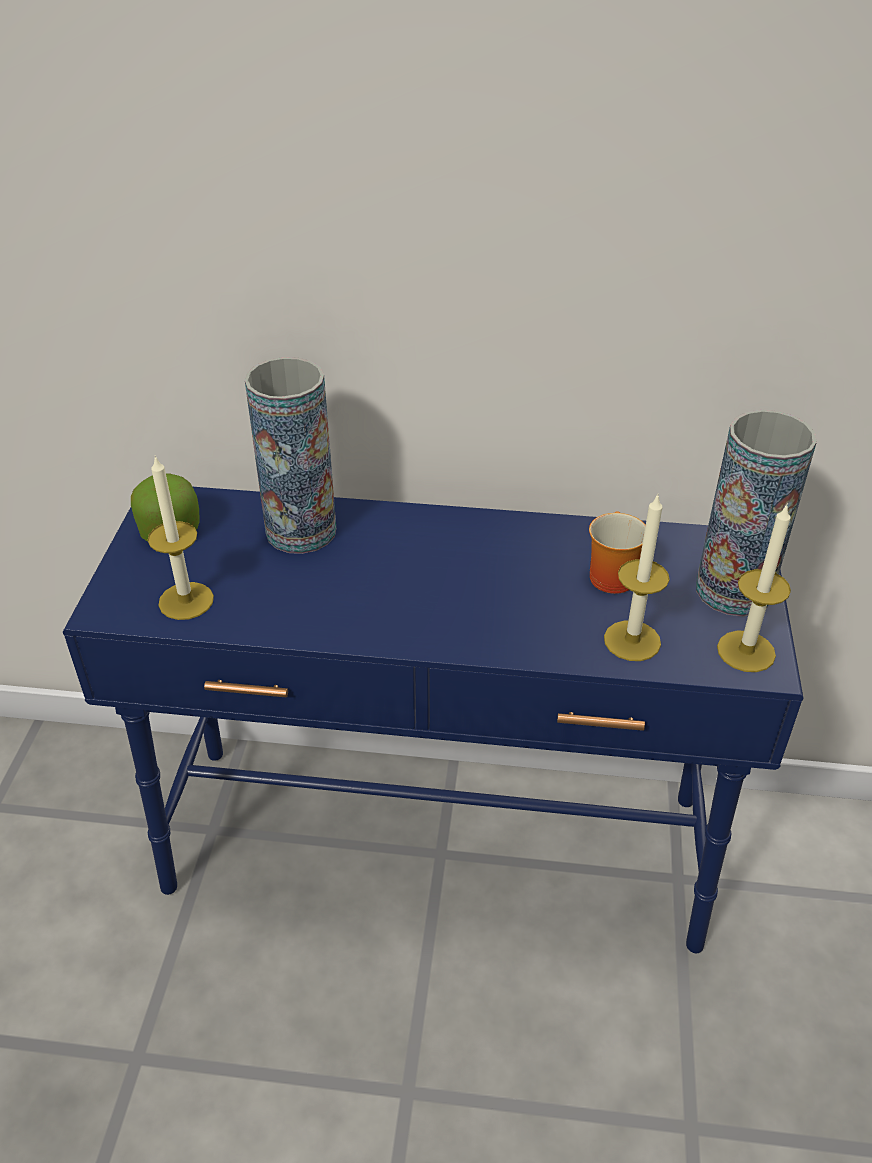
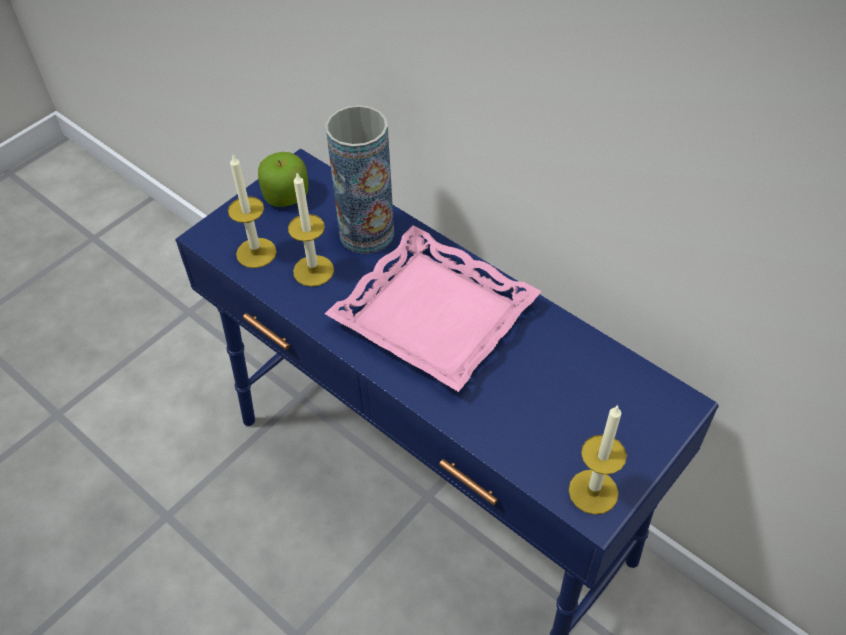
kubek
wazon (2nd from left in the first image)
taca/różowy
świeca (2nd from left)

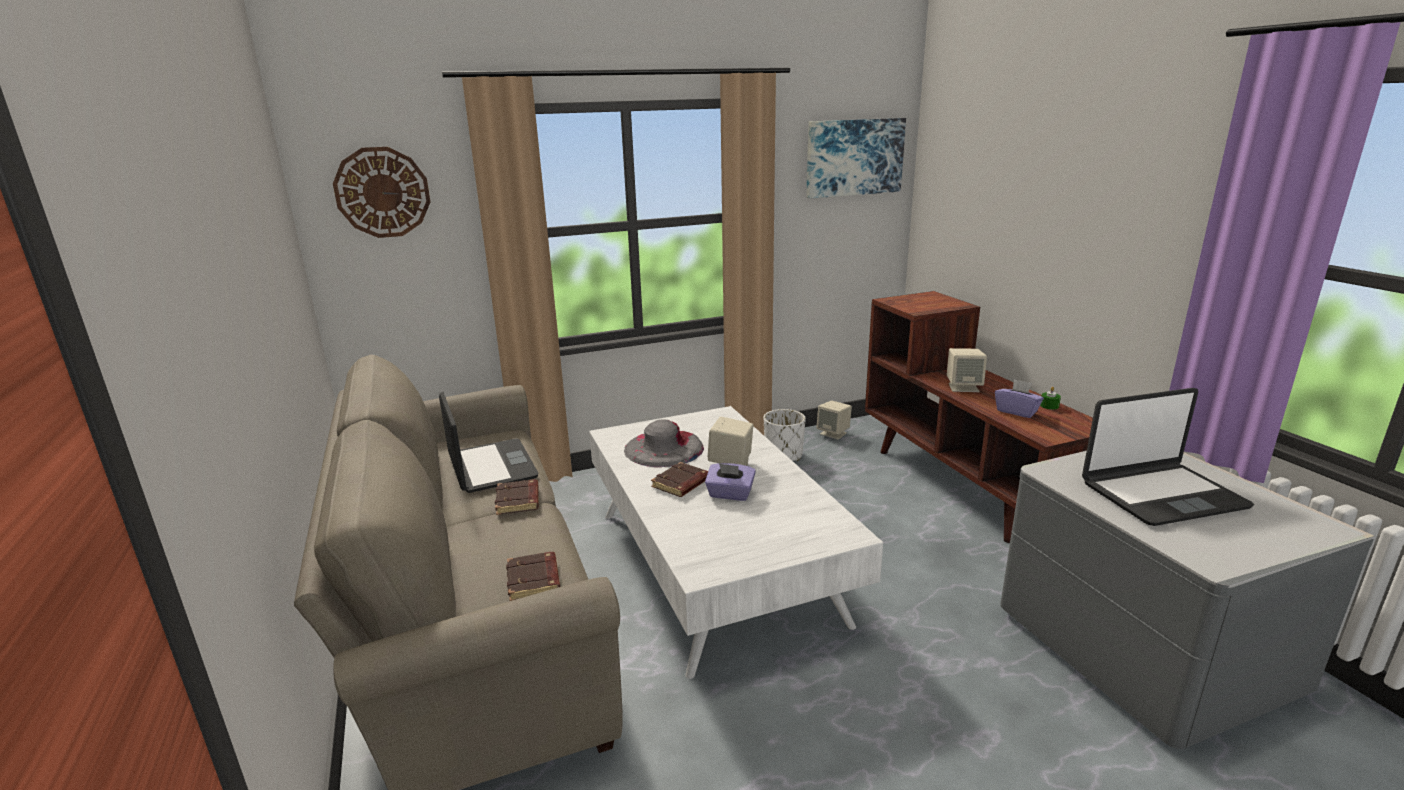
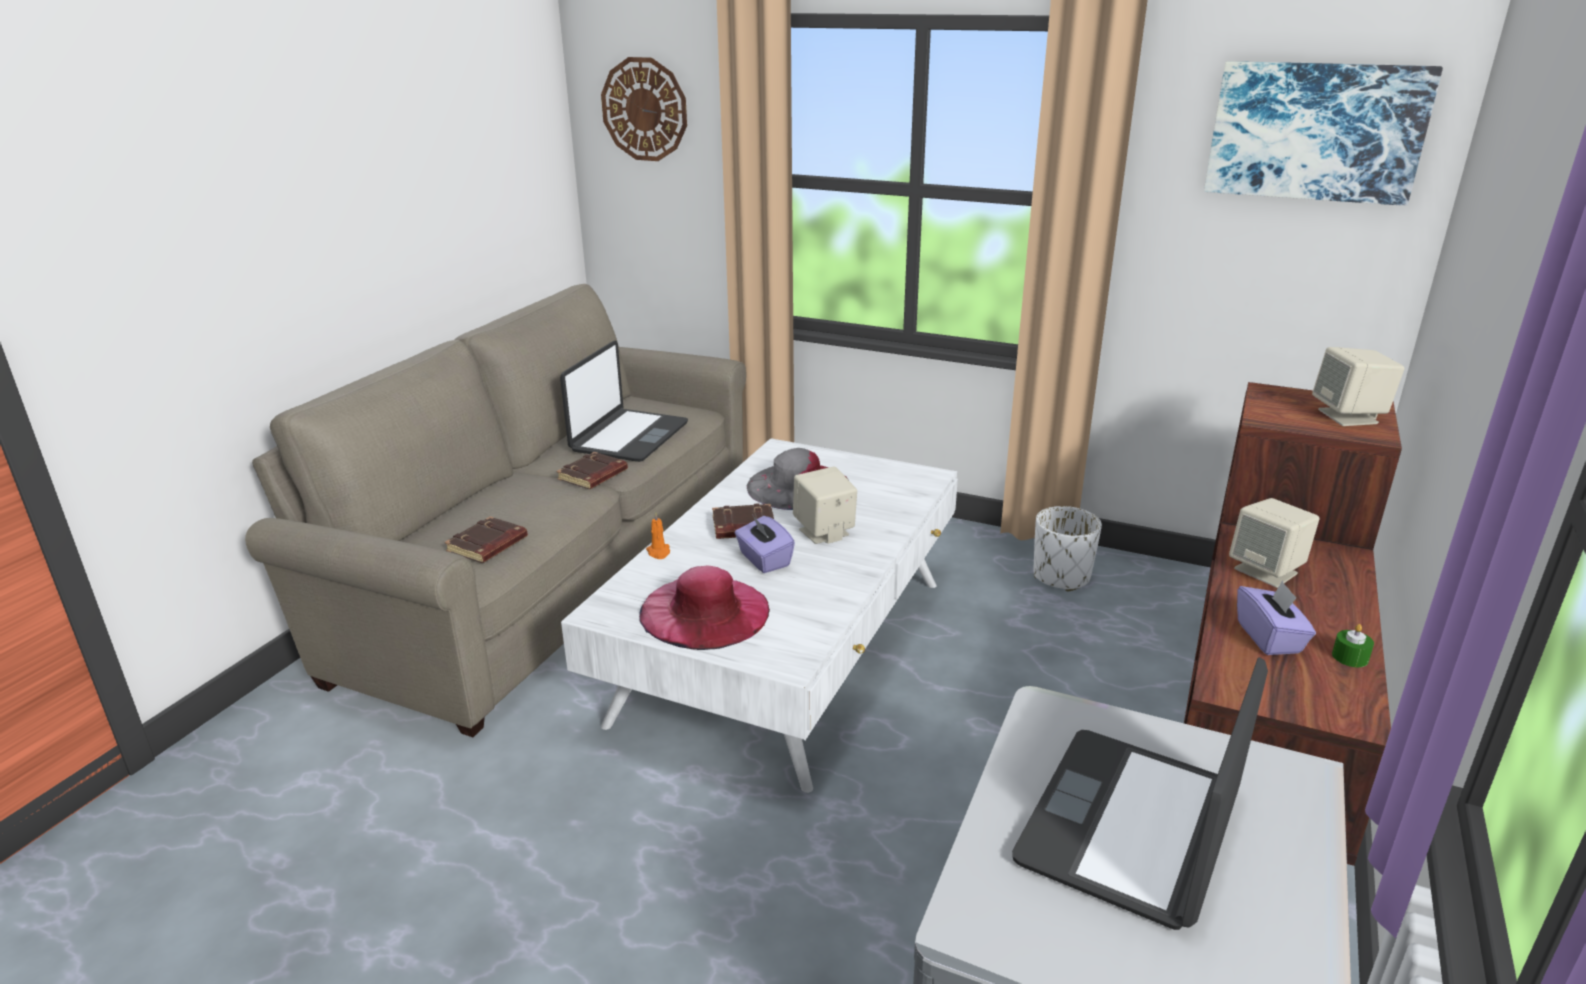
kapelusz/różowy
świeca/pomarańczowy
głośnik/beżowy (3rd from left)
laptop (2nd from left)

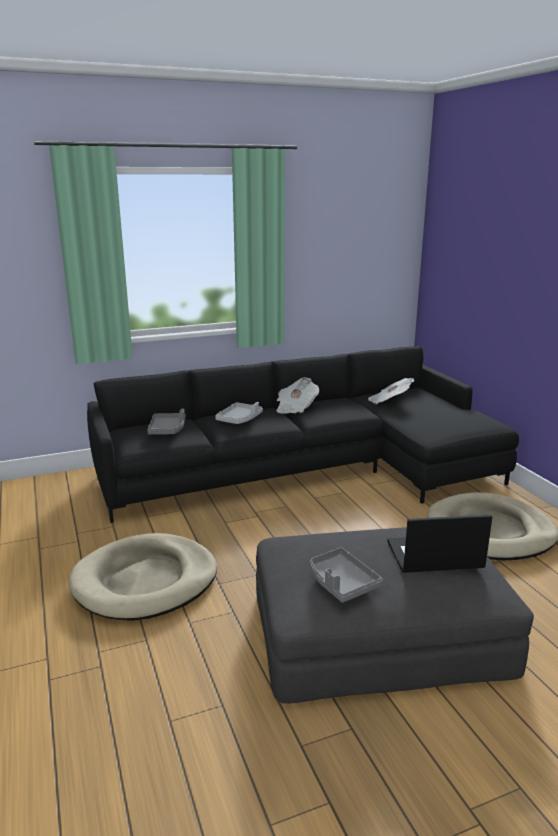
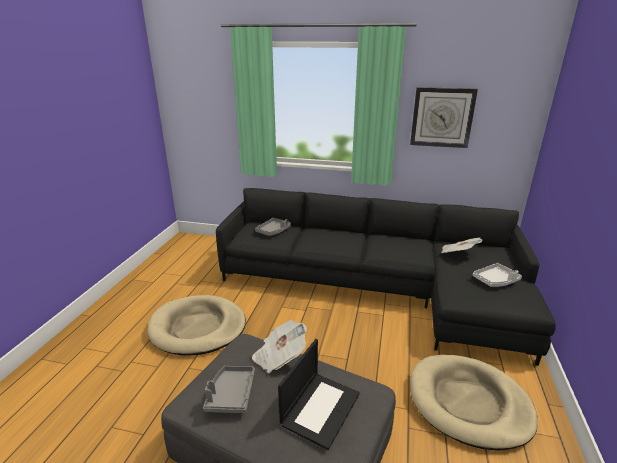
zegar ścienny
taca/szary (3rd from left)
gazeta (1st from left)
laptop

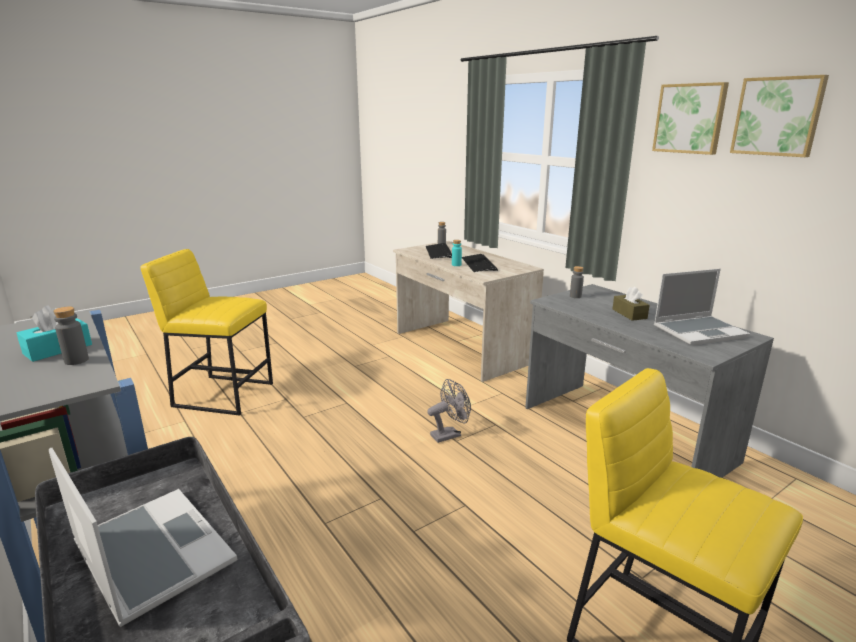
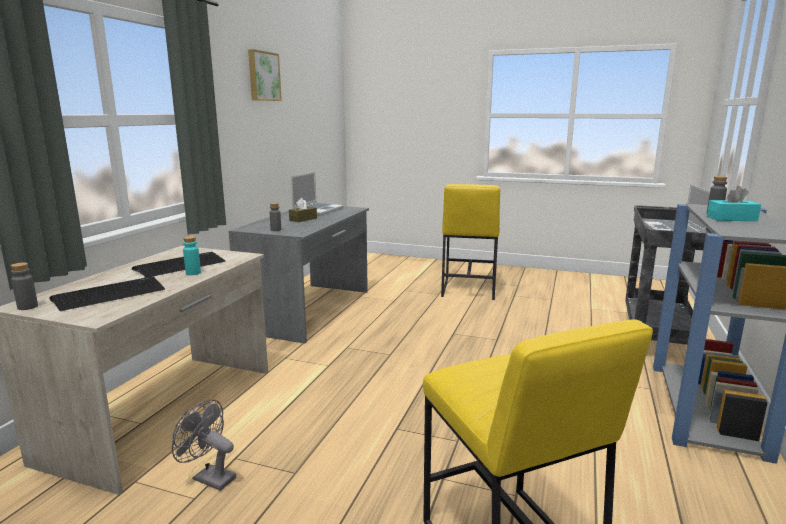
obraz (1st from left in the first image)
wentylator/szary
laptop (1st from left)

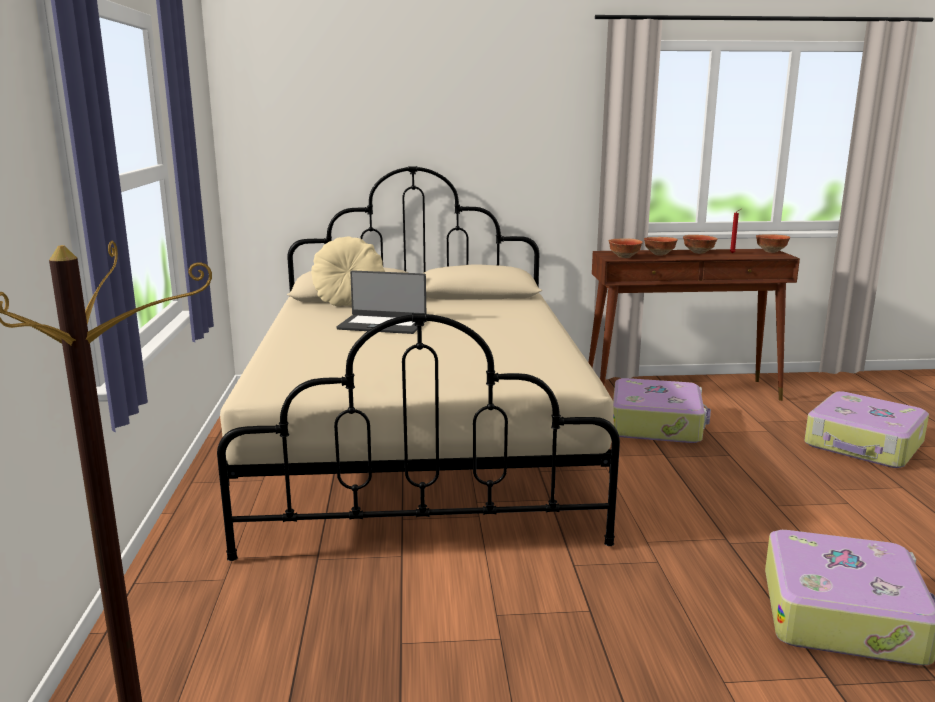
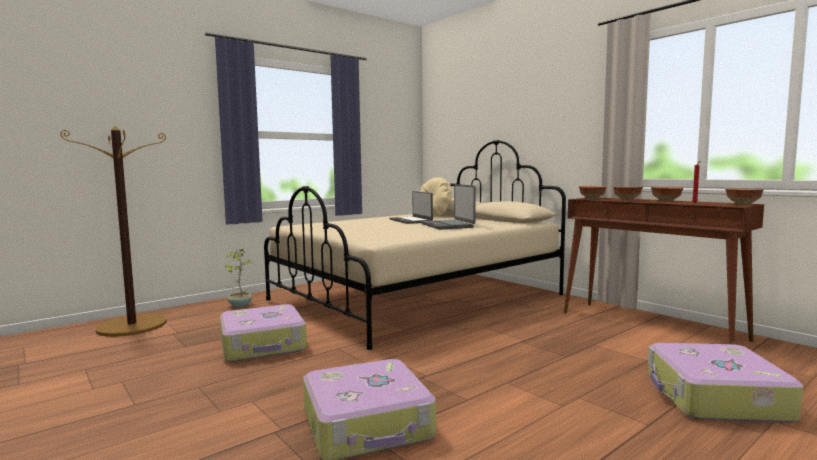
roślina doniczkowa
laptop (2nd from left)
walizka (1st from left)

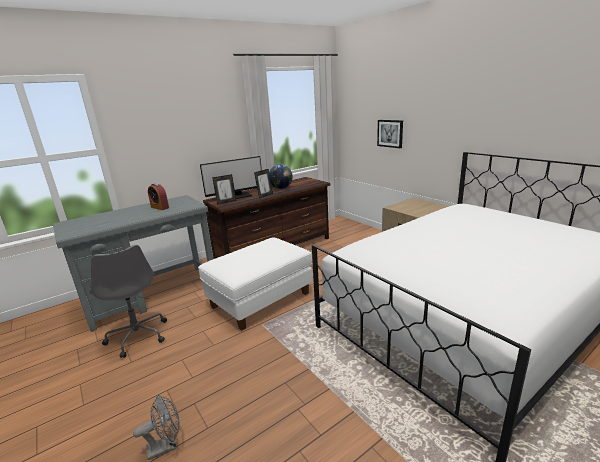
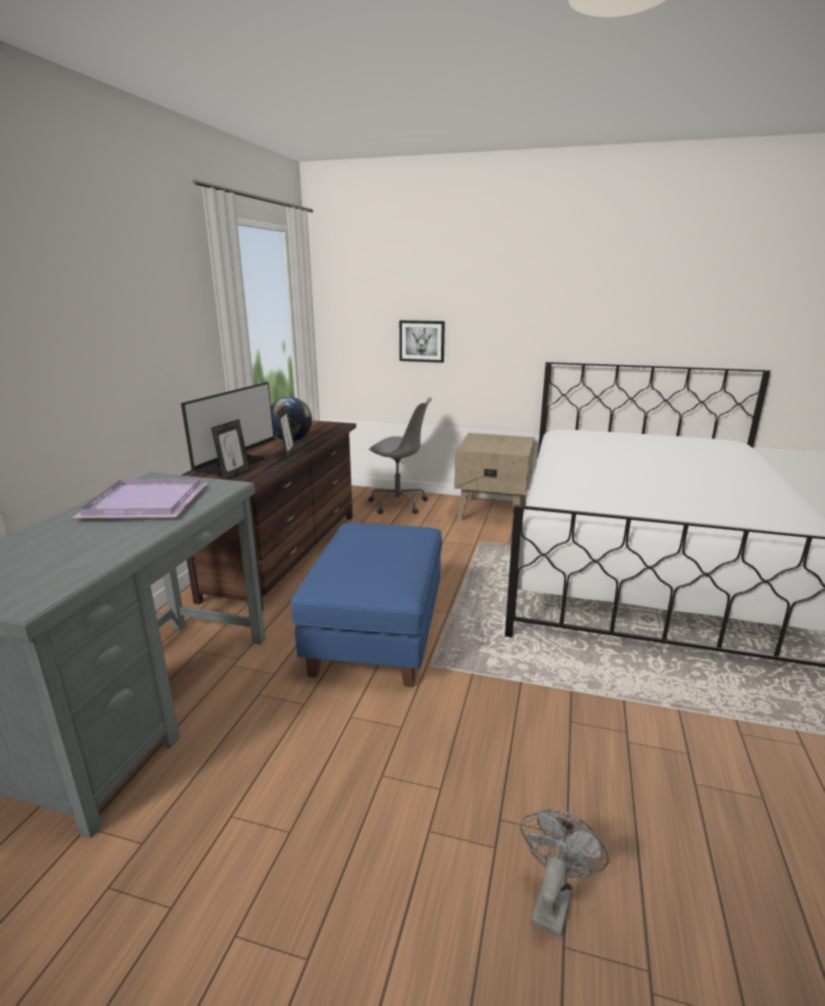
krzesło biurowe/szary
taca/fioletowy
pufa/niebieski

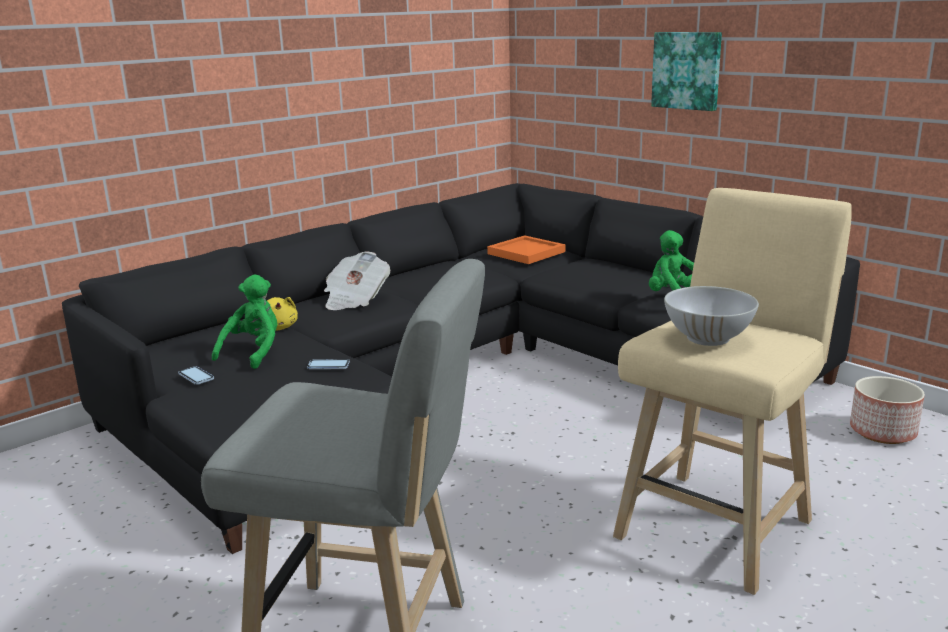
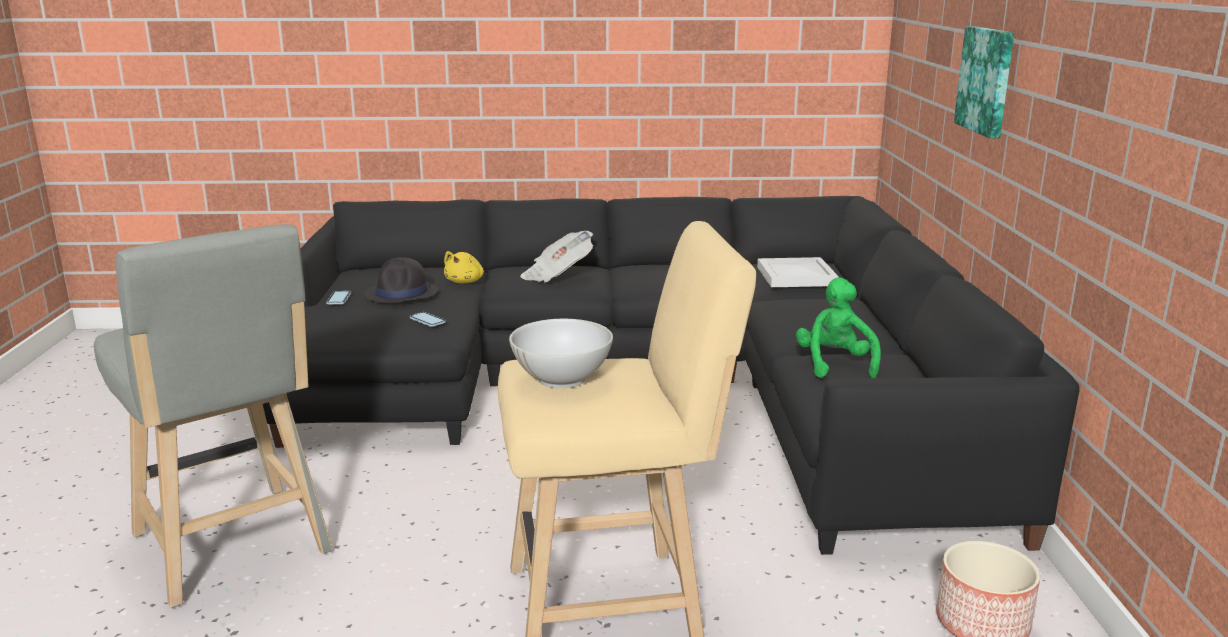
kapelusz/czarny
taca/biały

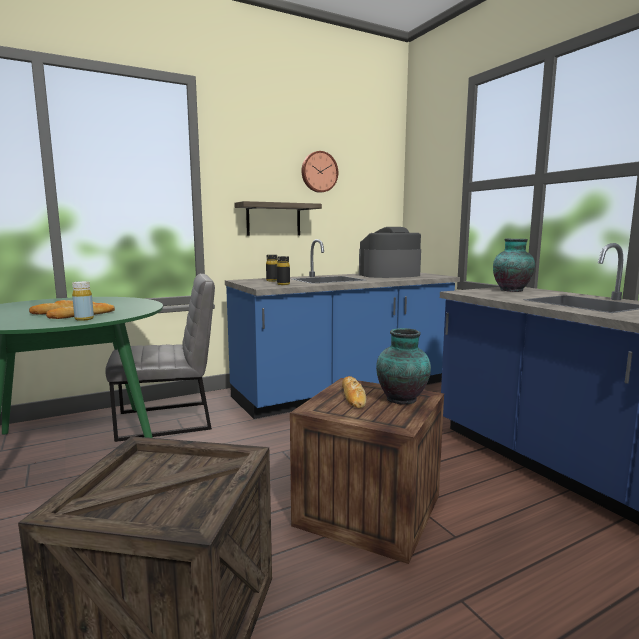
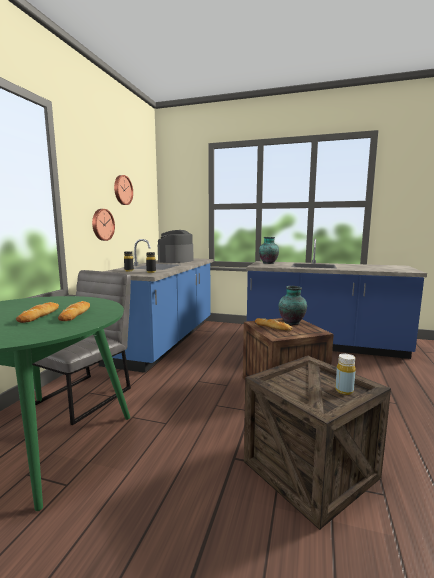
butelka/żółty
zegar ścienny (1st from left)

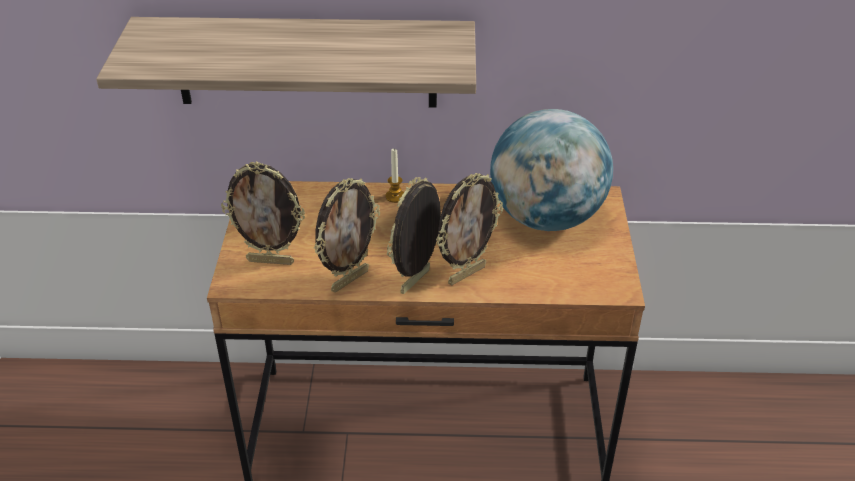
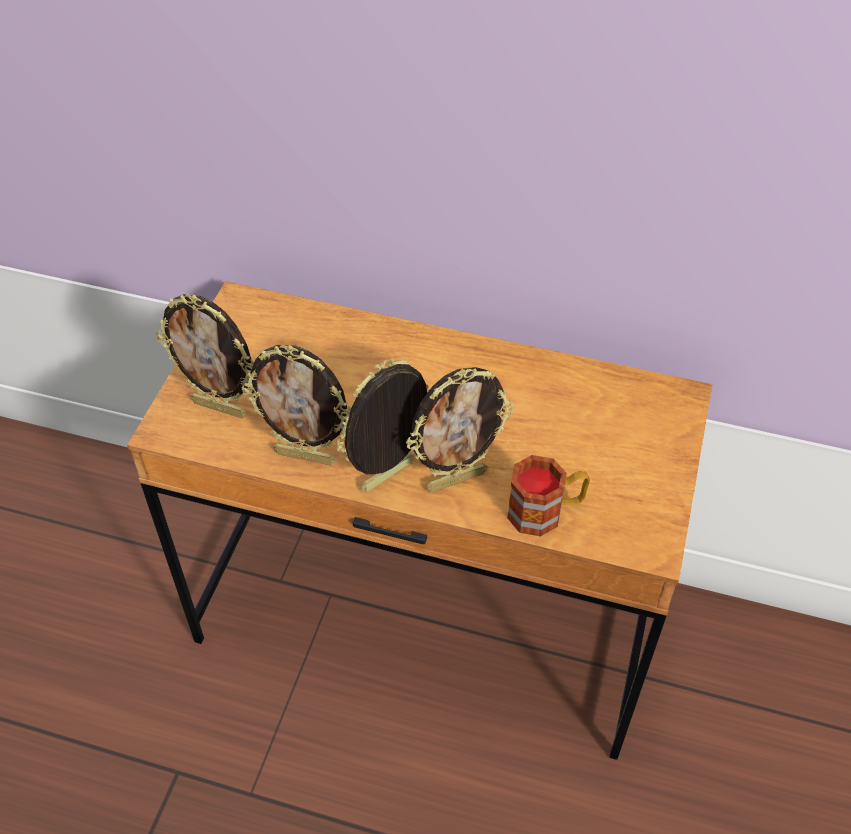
półka
świeca
globus
kubek
ramka na zdjęcie (2nd from left)

